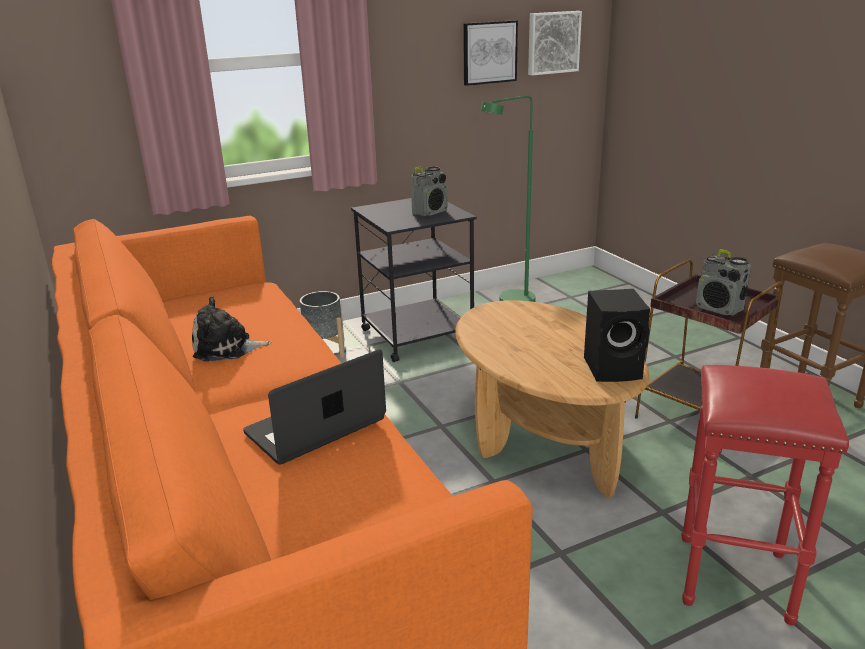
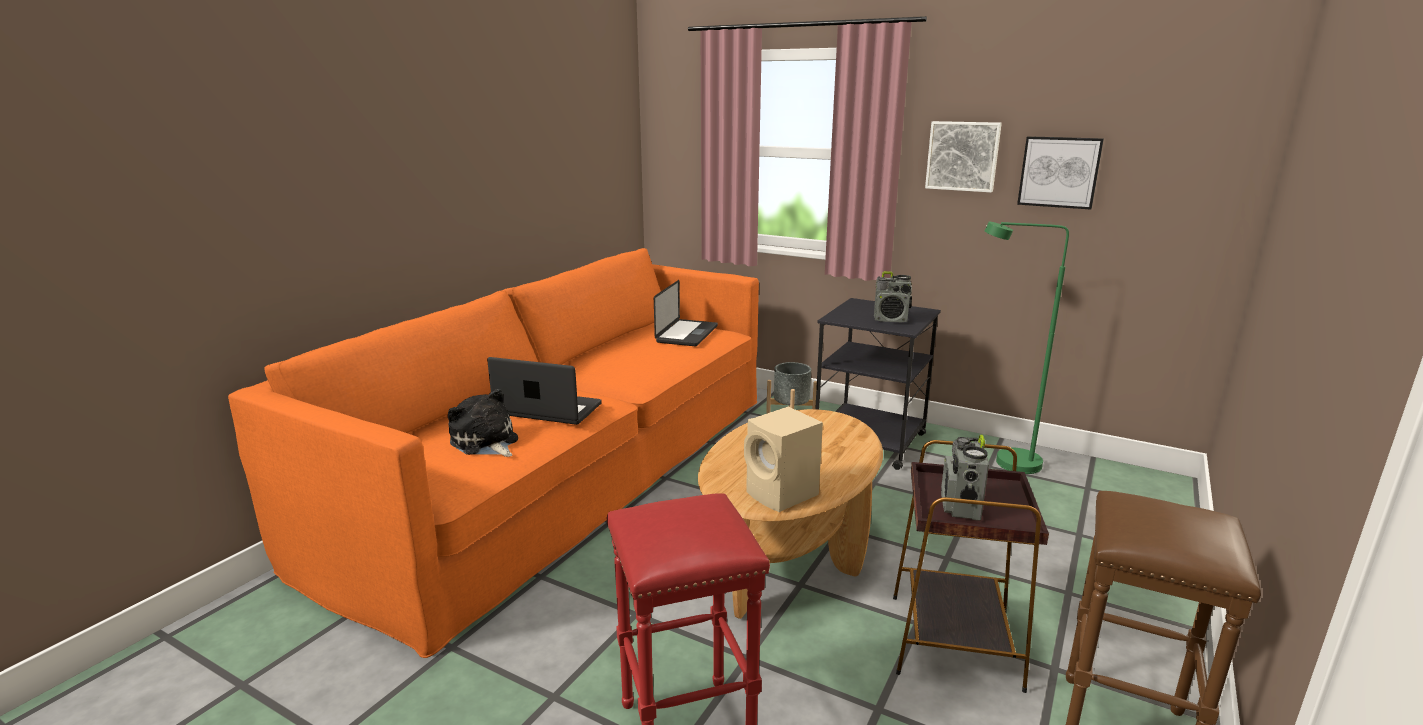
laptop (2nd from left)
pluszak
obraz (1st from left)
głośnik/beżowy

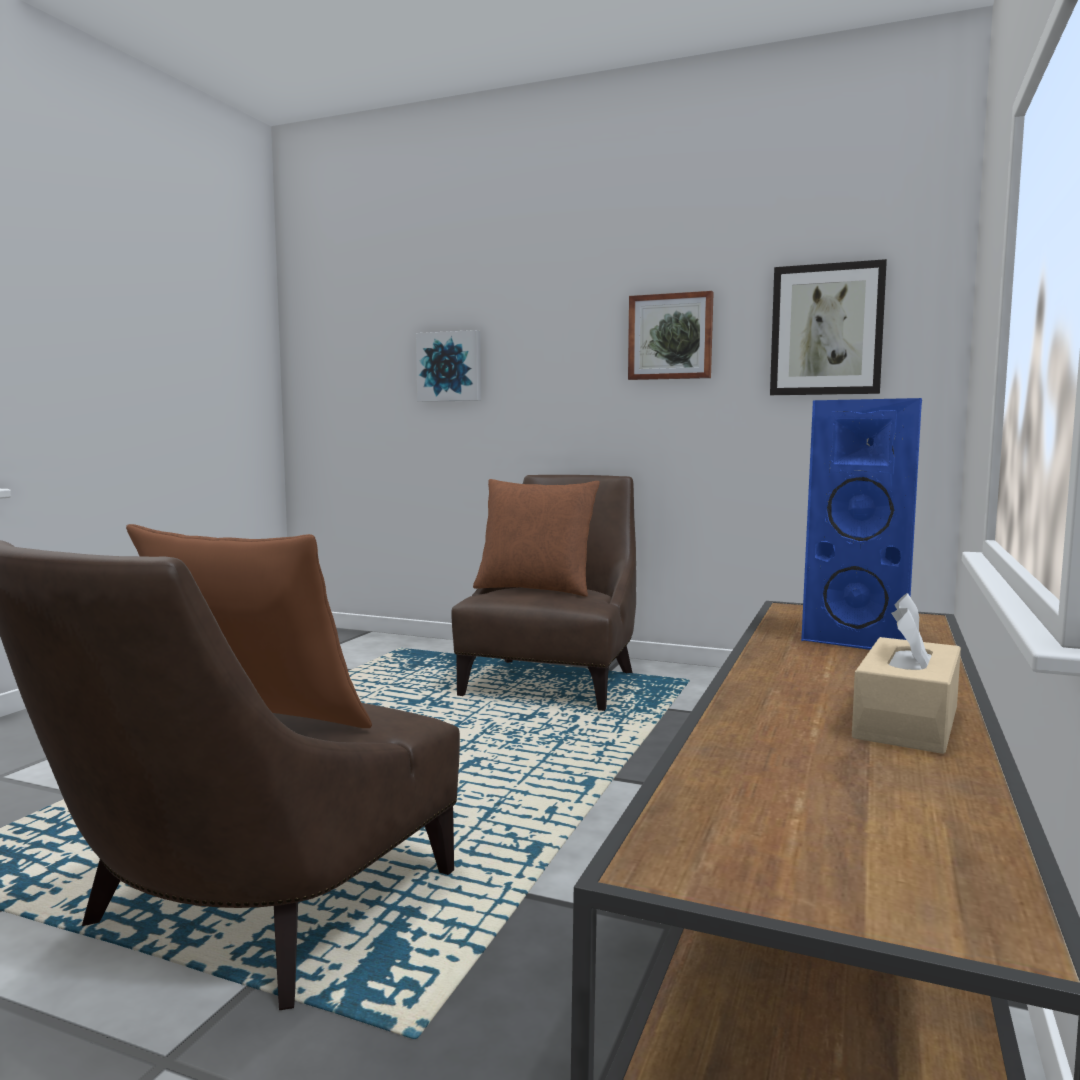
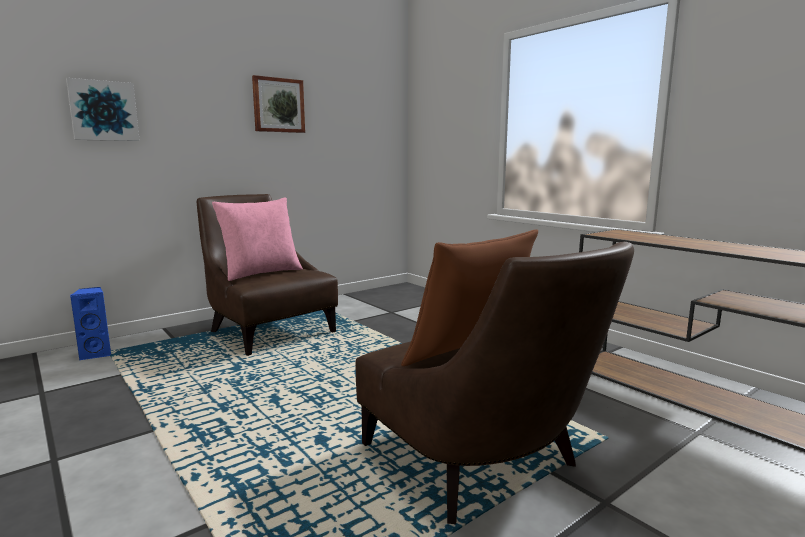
obraz (3rd from left in the first image)
pudełko chusteczek/beżowy
głośnik/niebieski
poduszka/różowy

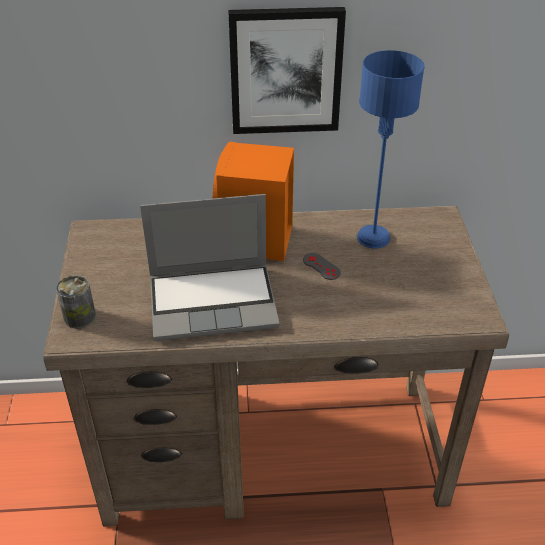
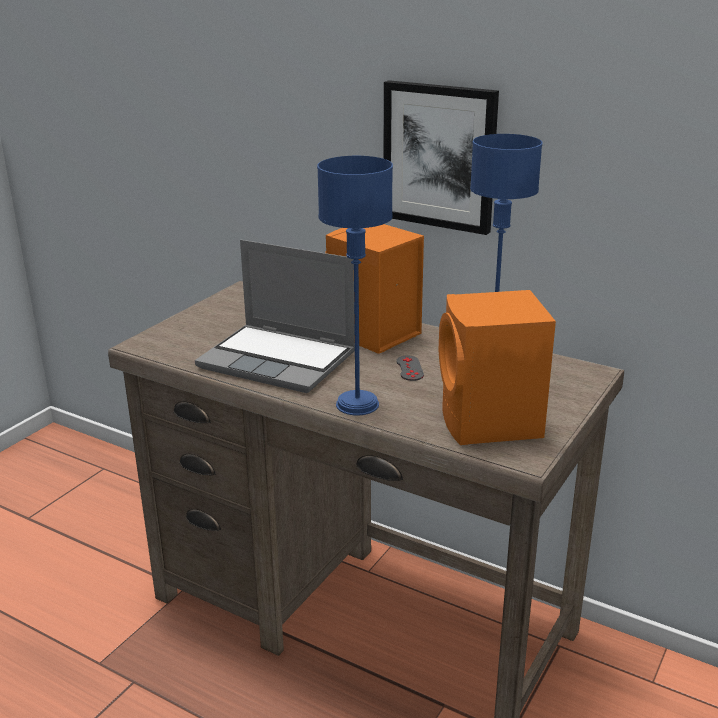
puszka
lampa stołowa/niebieski (1st from left)
głośnik/pomarańczowy (2nd from left)

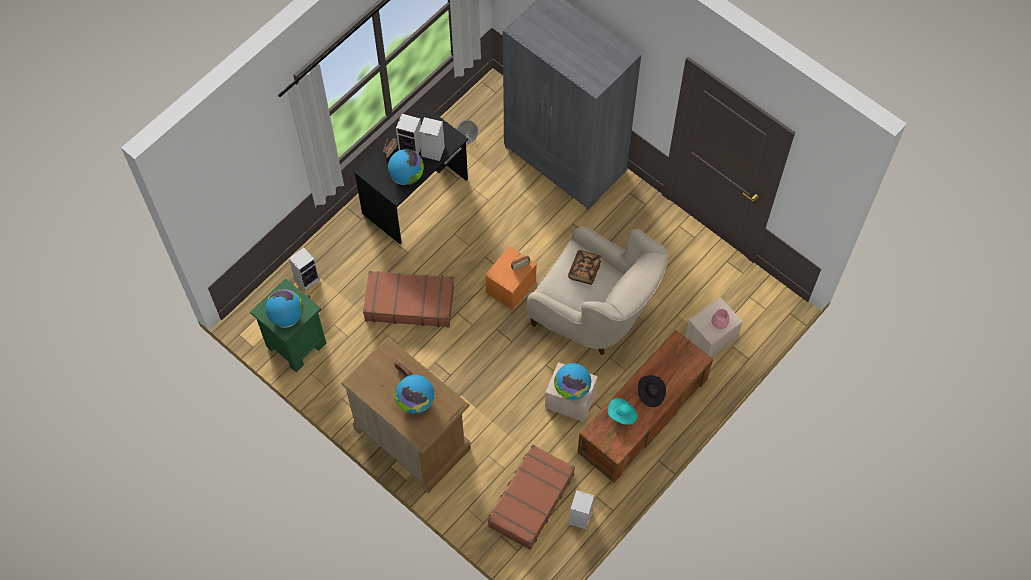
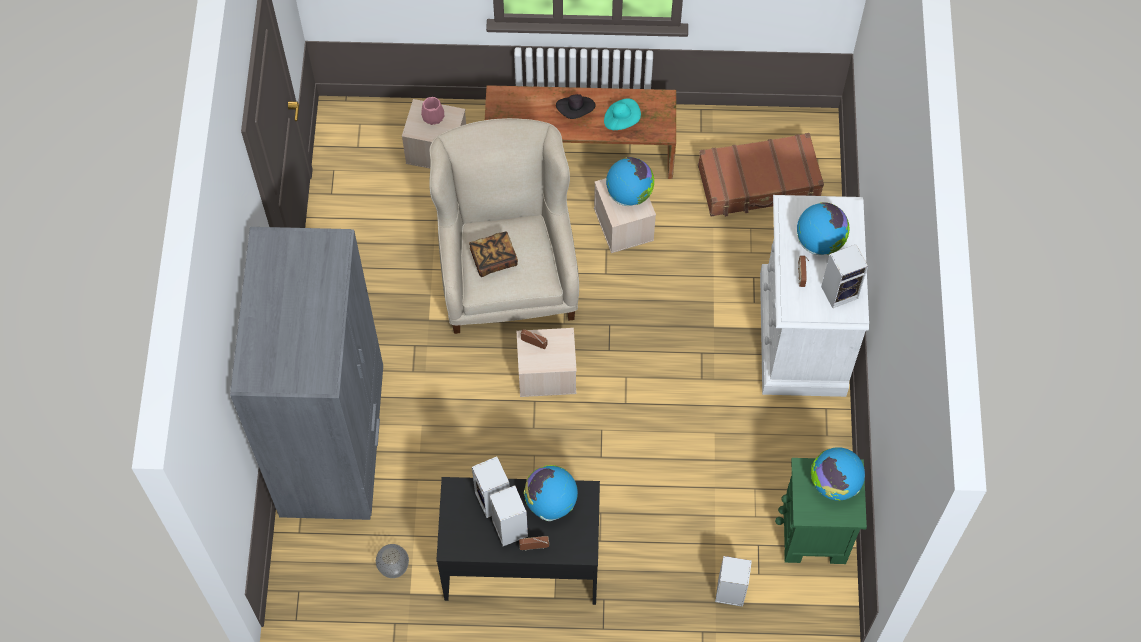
walizka/brązowy (1st from left in the first image)
głośnik (4th from left)
komoda/biały
pojemnik do przechowywania/beżowy (2nd from left)

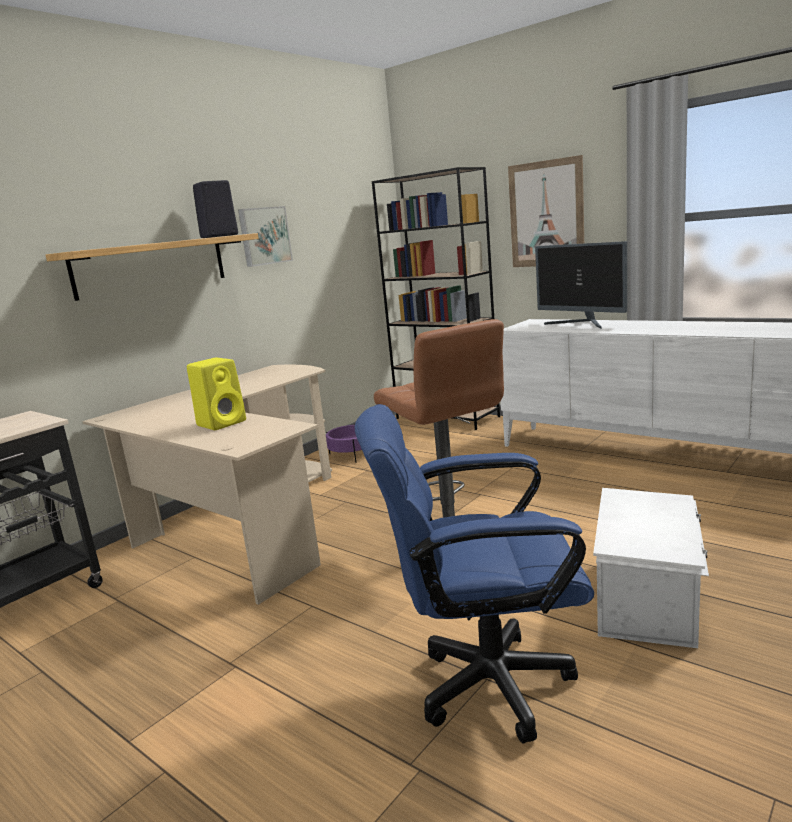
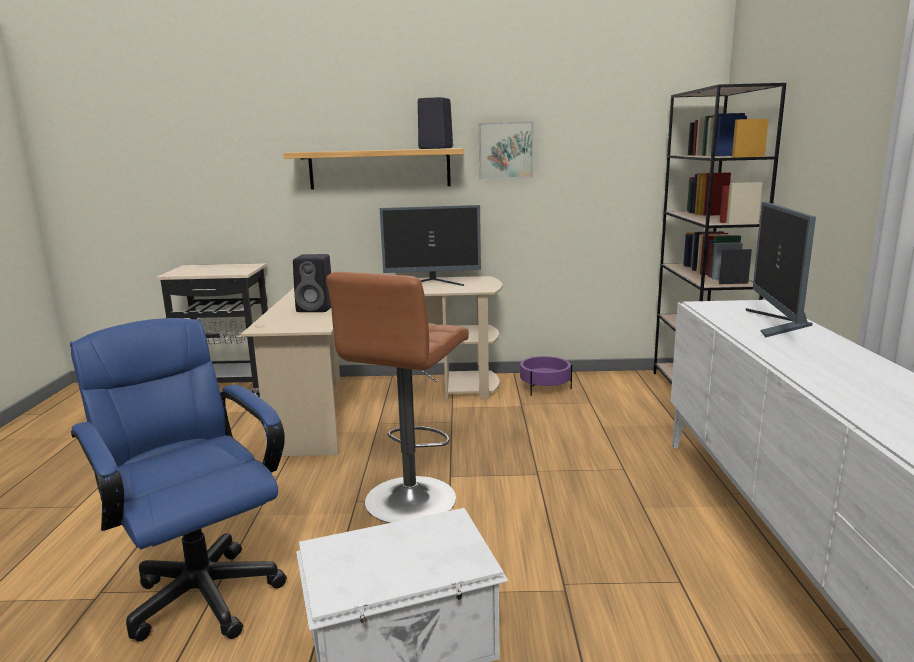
obraz (2nd from left in the first image)
monitor (1st from left)
głośnik/czarny (1st from left)

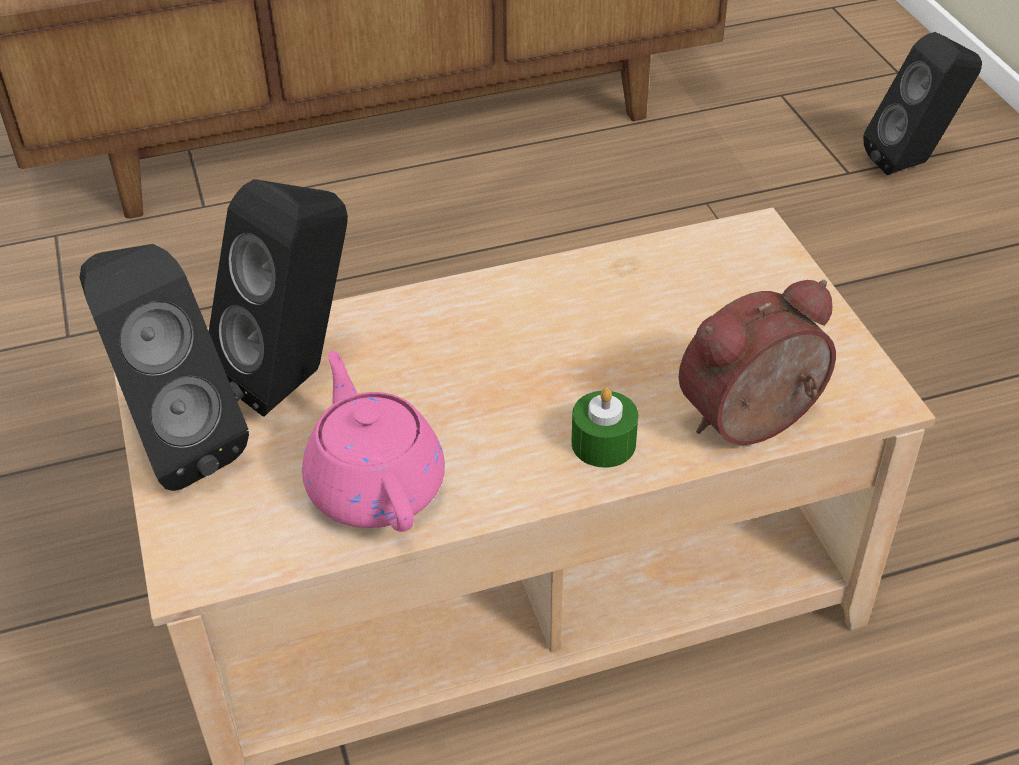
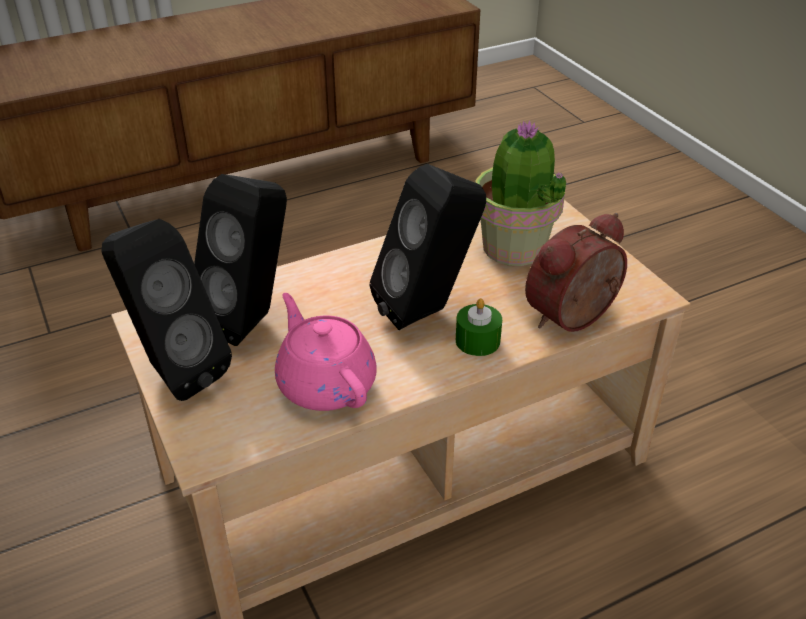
roślina doniczkowa
głośnik/czarny (3rd from left)

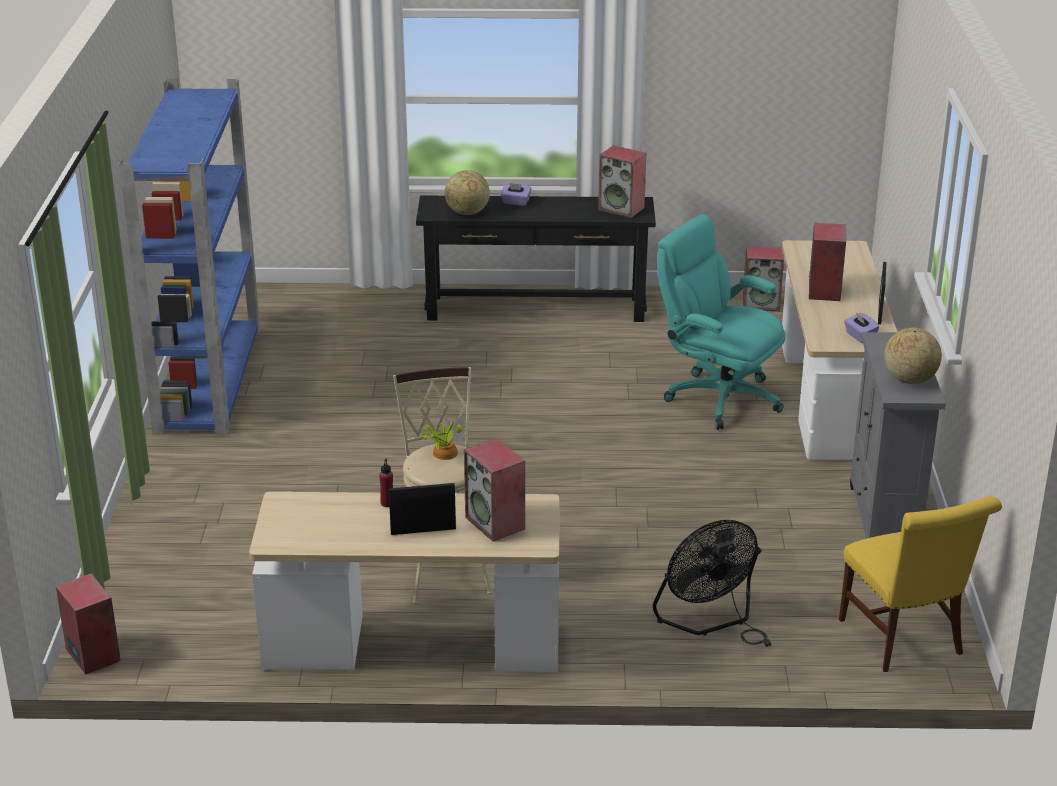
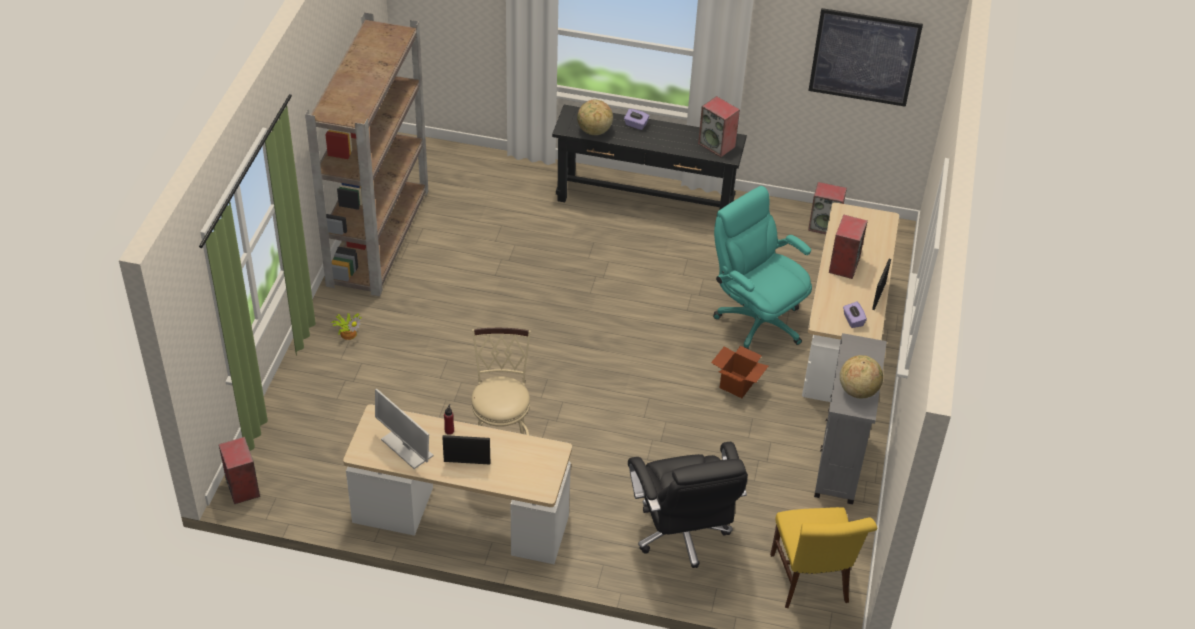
głośnik (2nd from left in the first image)
monitor
karton
obraz
roślina doniczkowa
krzesło biurowe/czarny
regał/brązowy

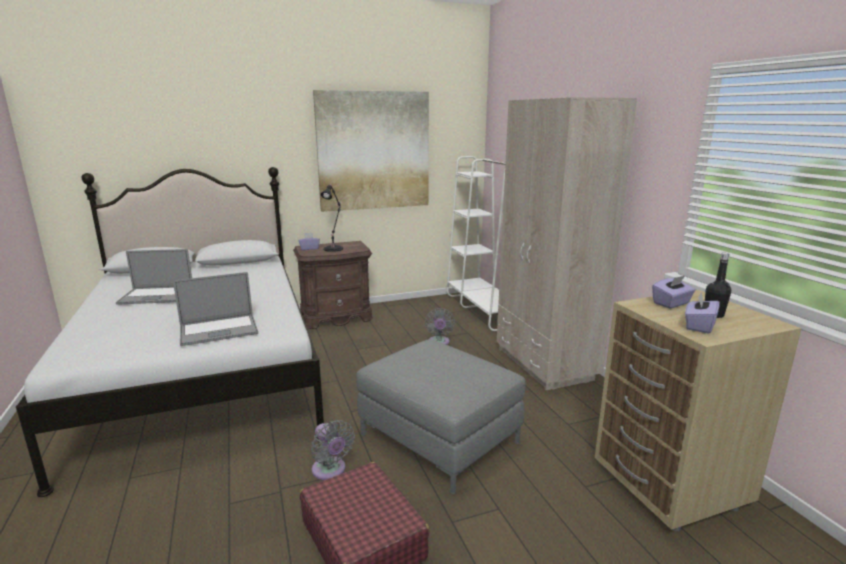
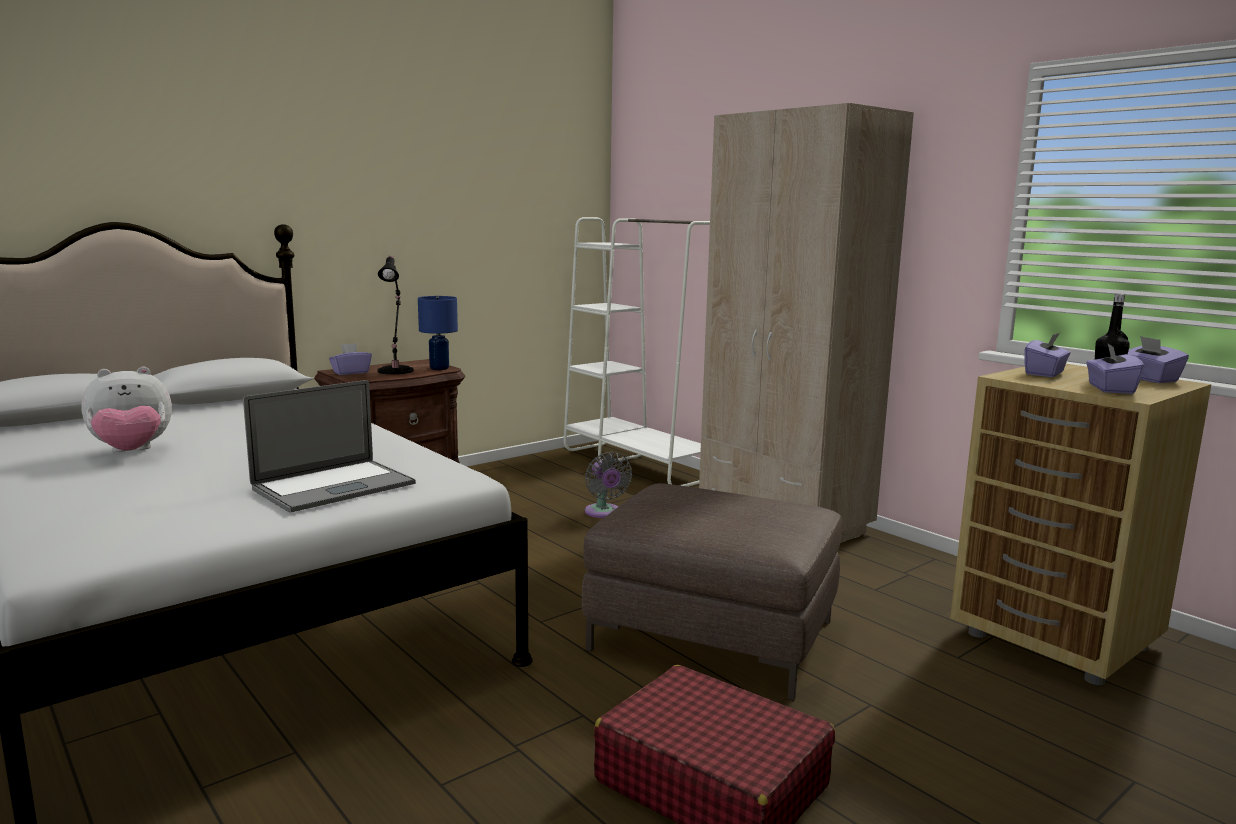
wentylator/szary (1st from left in the first image)
obraz
lampa stołowa/niebieski
pudełko chusteczek/fioletowy (4th from left)
pluszak
pufa/brązowy

